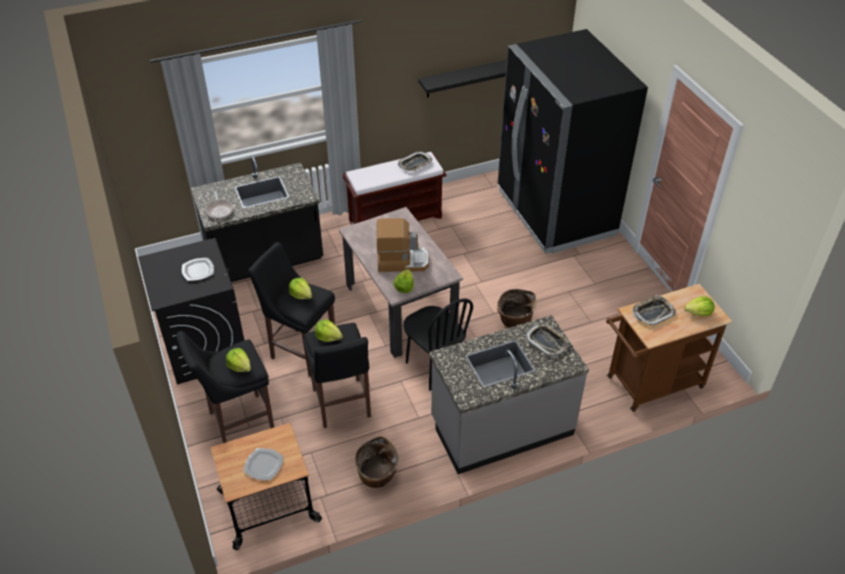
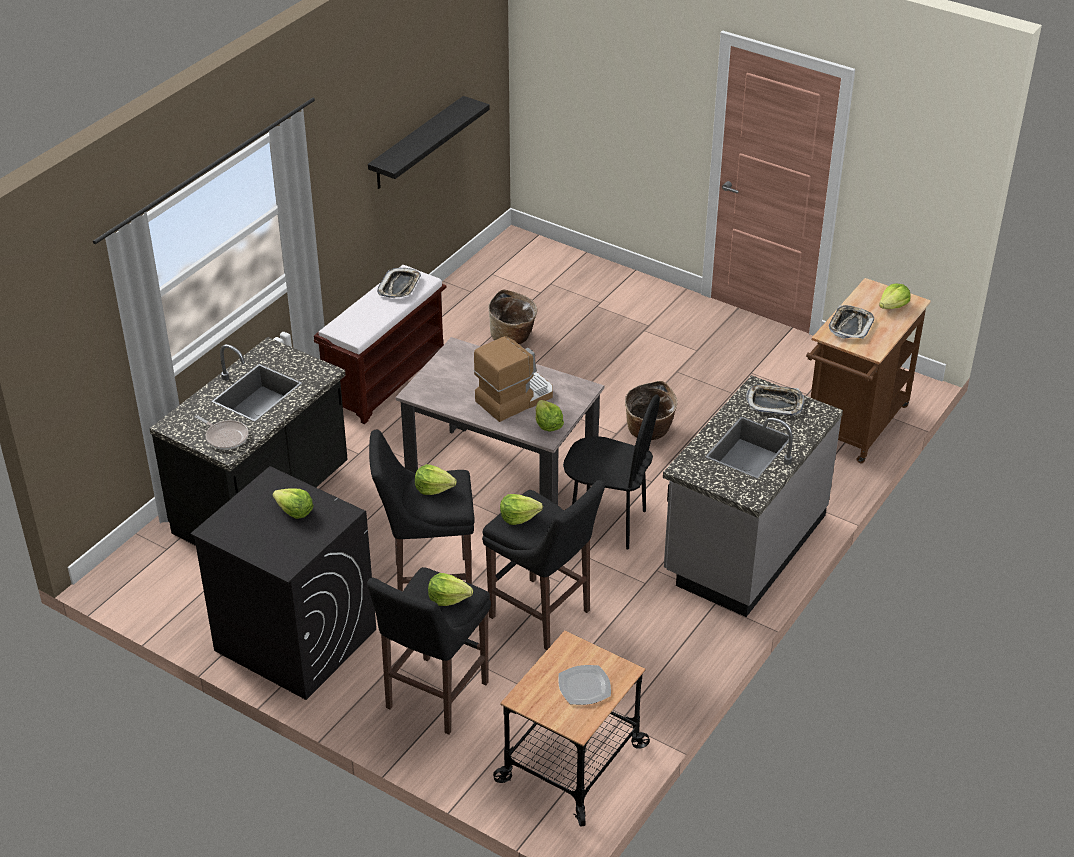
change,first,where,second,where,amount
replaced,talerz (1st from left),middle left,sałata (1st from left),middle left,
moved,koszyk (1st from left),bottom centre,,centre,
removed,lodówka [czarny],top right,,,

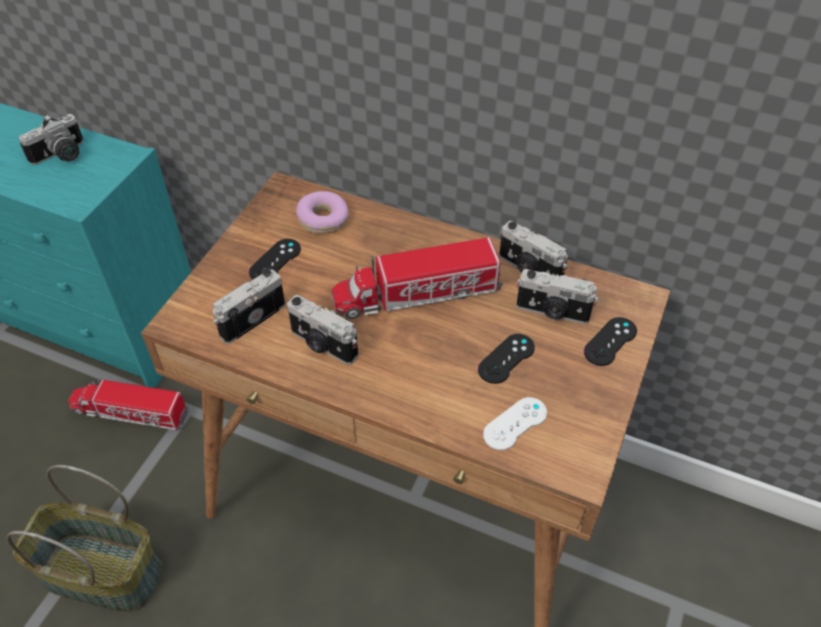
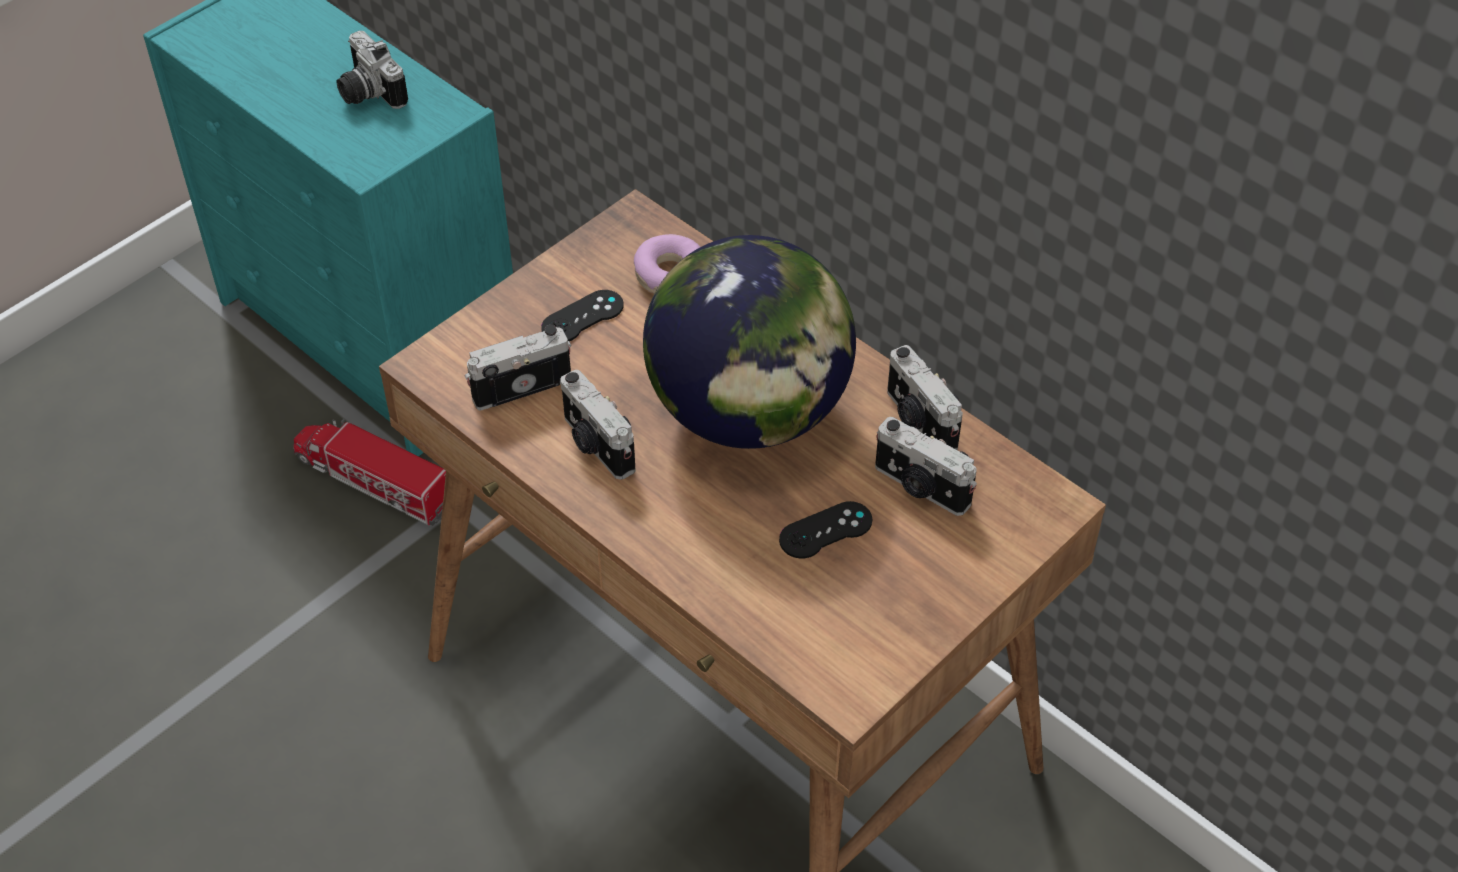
change,first,where,second,where,amount
removed,koszyk,bottom left,,,
turned,aparat fotograficzny (1st from left),top left,,top left,75 degrees clockwise
replaced,ciężarówka zabawkowa (2nd from left),centre,globus,centre,
removed,pad do gier [biały],bottom centre,,,
removed,pad do gier [czarny] (3rd from left),middle right,,,

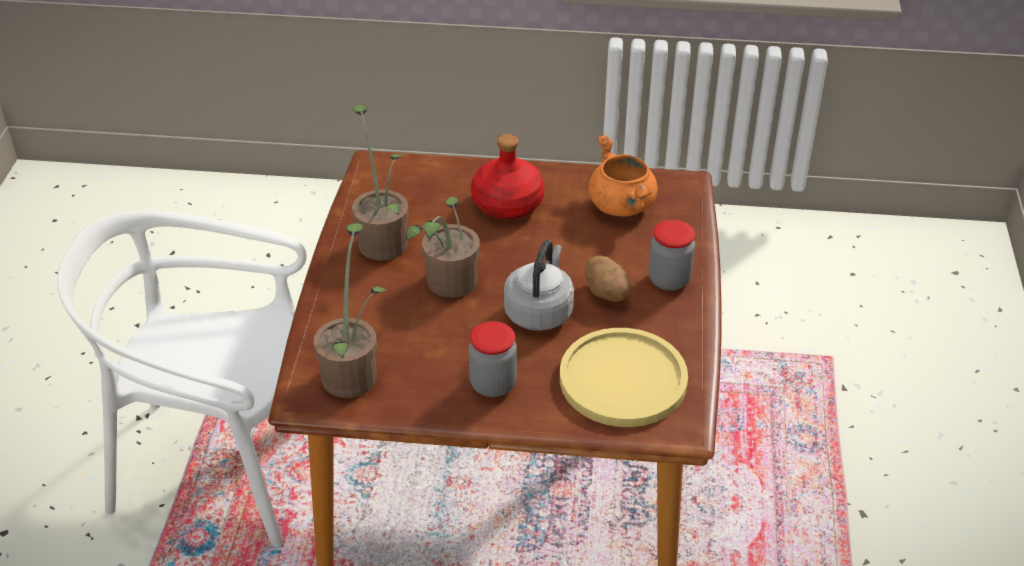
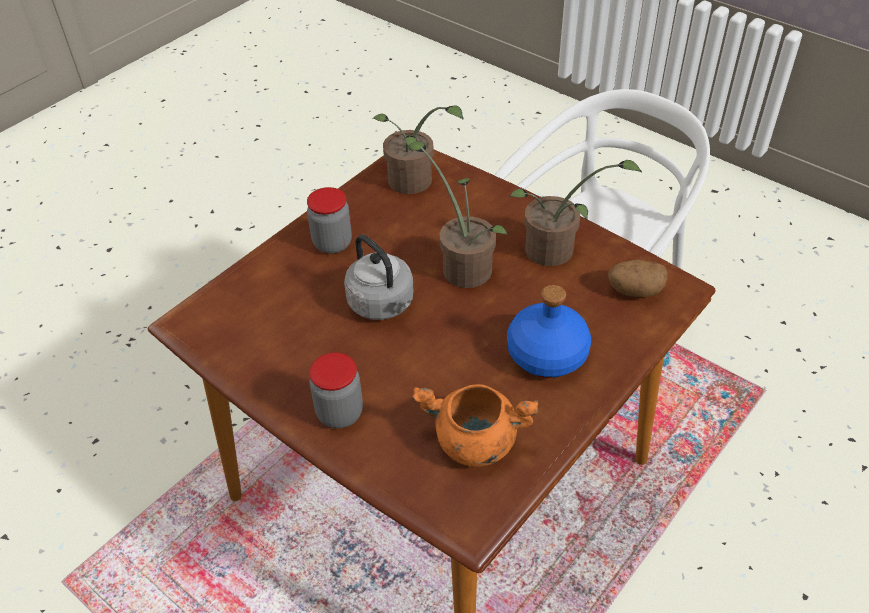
change,first,where,second,where,amount
recoloured,butelka [czerwony],top centre,butelka [niebieski],centre,
removed,talerz [żółty],centre,,,
moved,ziemniak,centre,,middle right,

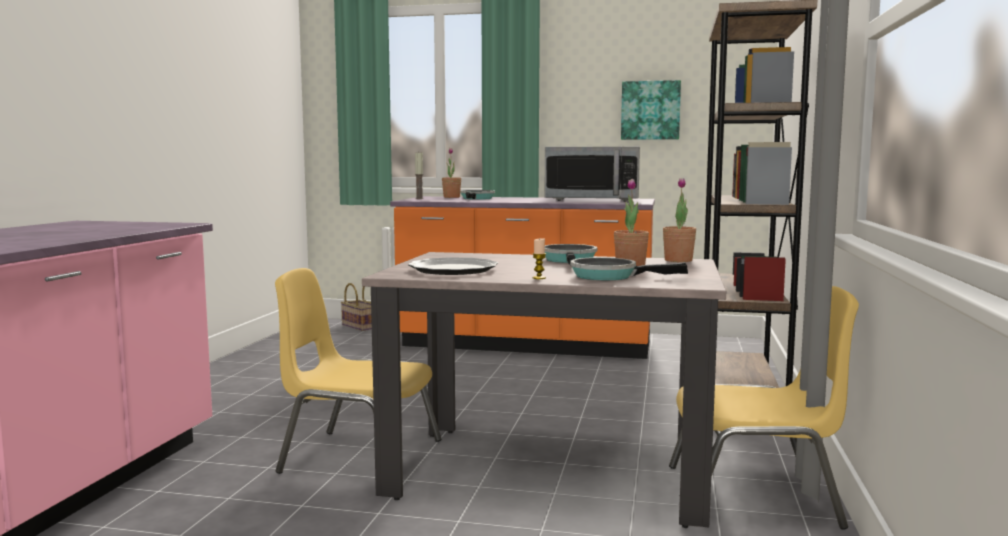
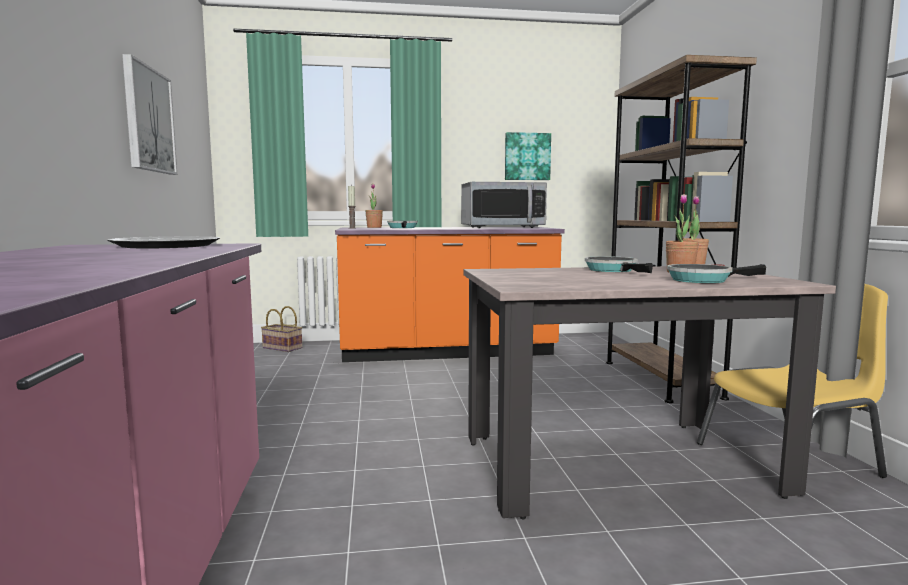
change,first,where,second,where,amount
removed,krzesło [żółty] (1st from left),bottom centre,,,
moved,talerz,centre,,middle left,
removed,świeca (2nd from left),centre,,,
added,,,obraz (1st from left),top left,

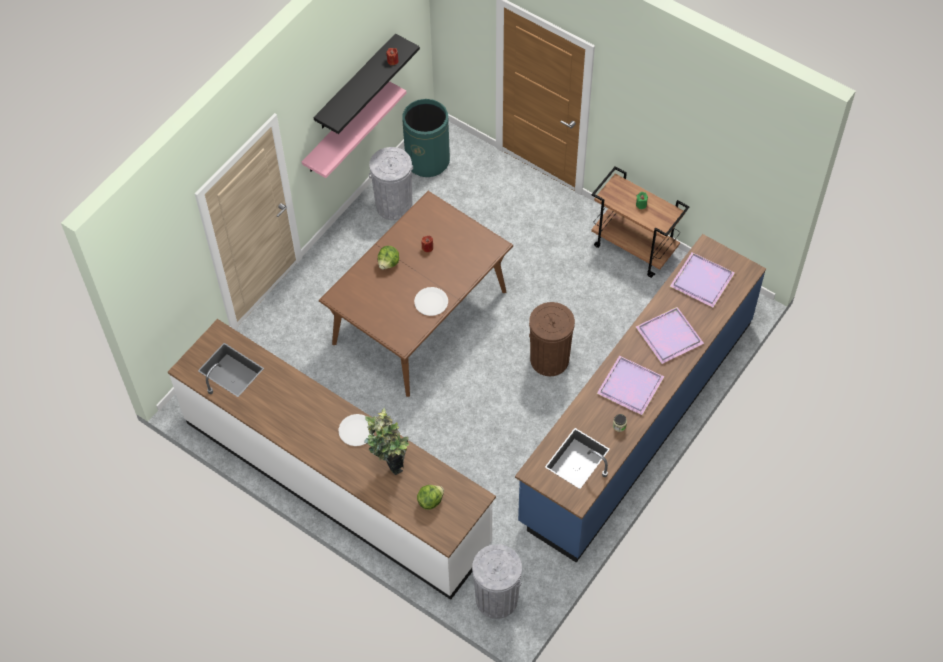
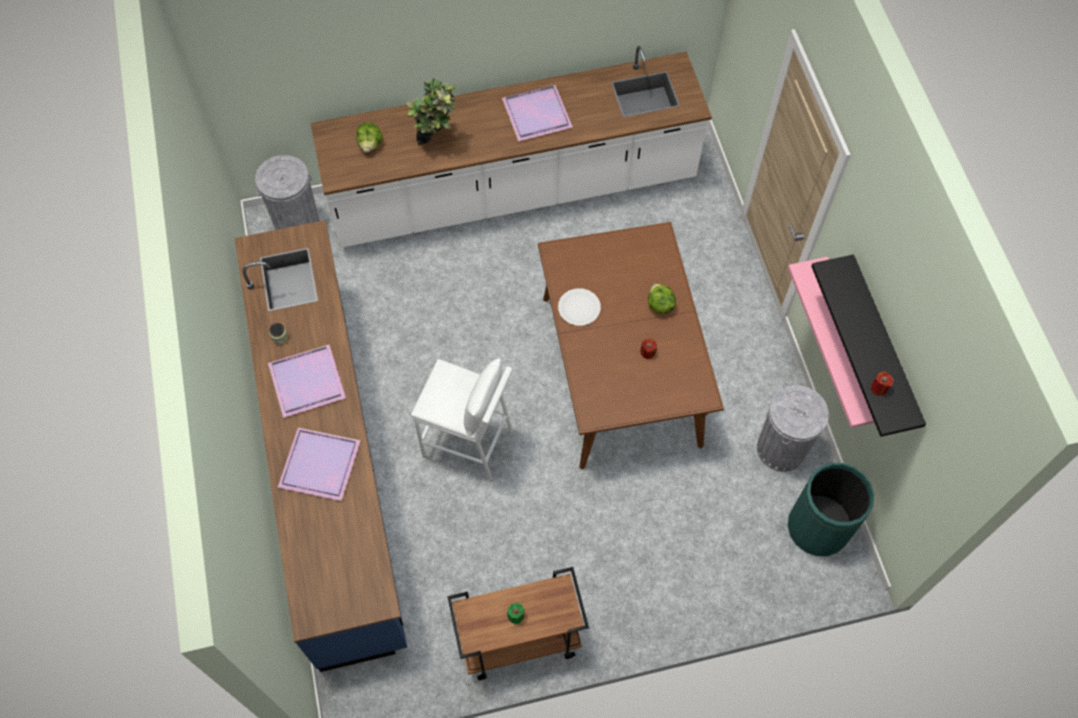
change,first,where,second,where,amount
removed,talerz [biały] (1st from left),centre,,,
replaced,kosz na śmieci [brązowy],centre,stołek [biały],centre,
moved,taca [fioletowy] (3rd from left),middle right,,top centre,

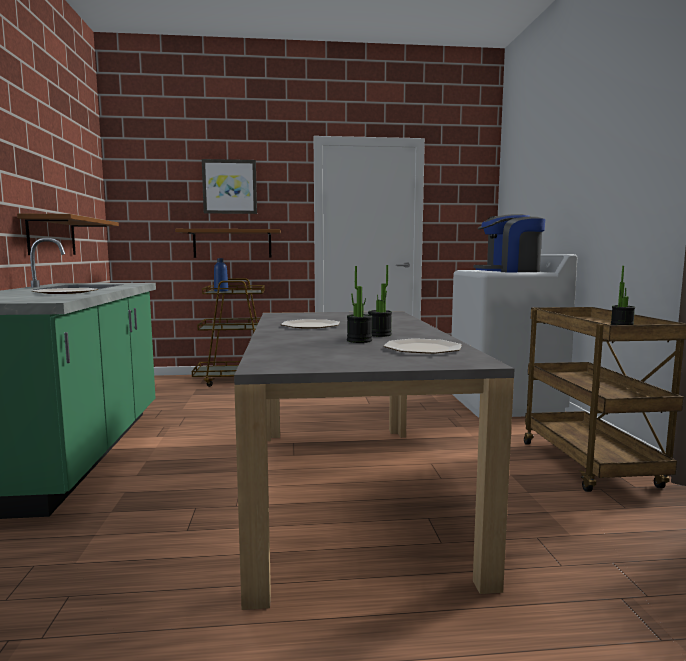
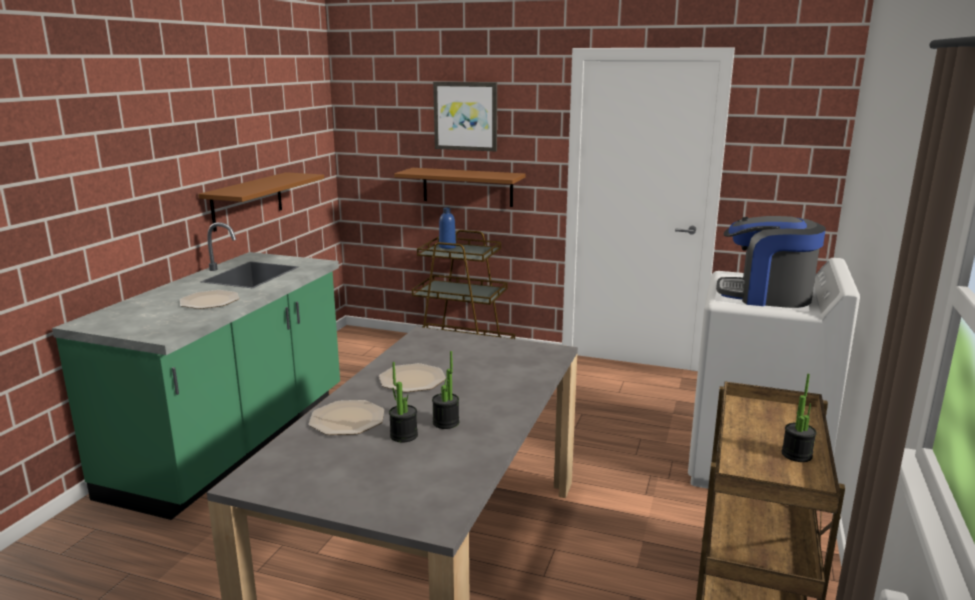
change,first,where,second,where,amount
moved,talerz (3rd from left in the first image),centre,talerz (2nd from left),bottom centre,

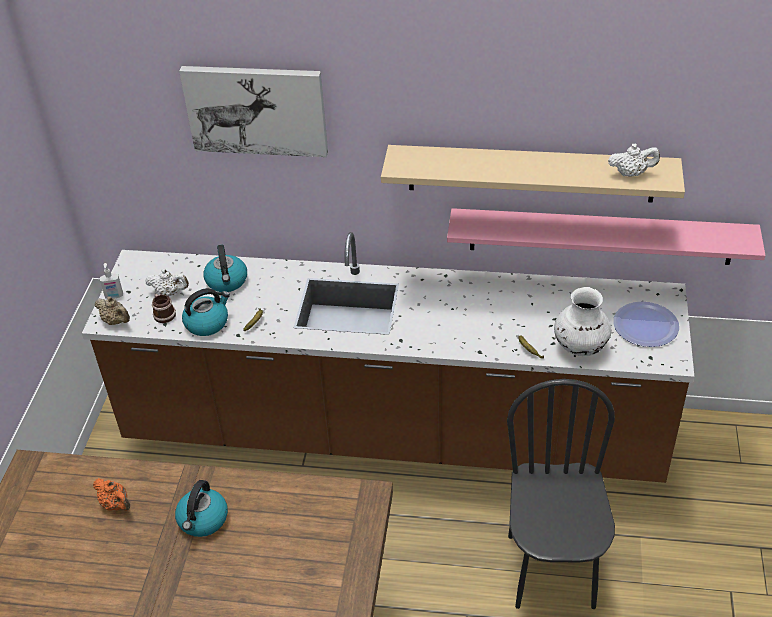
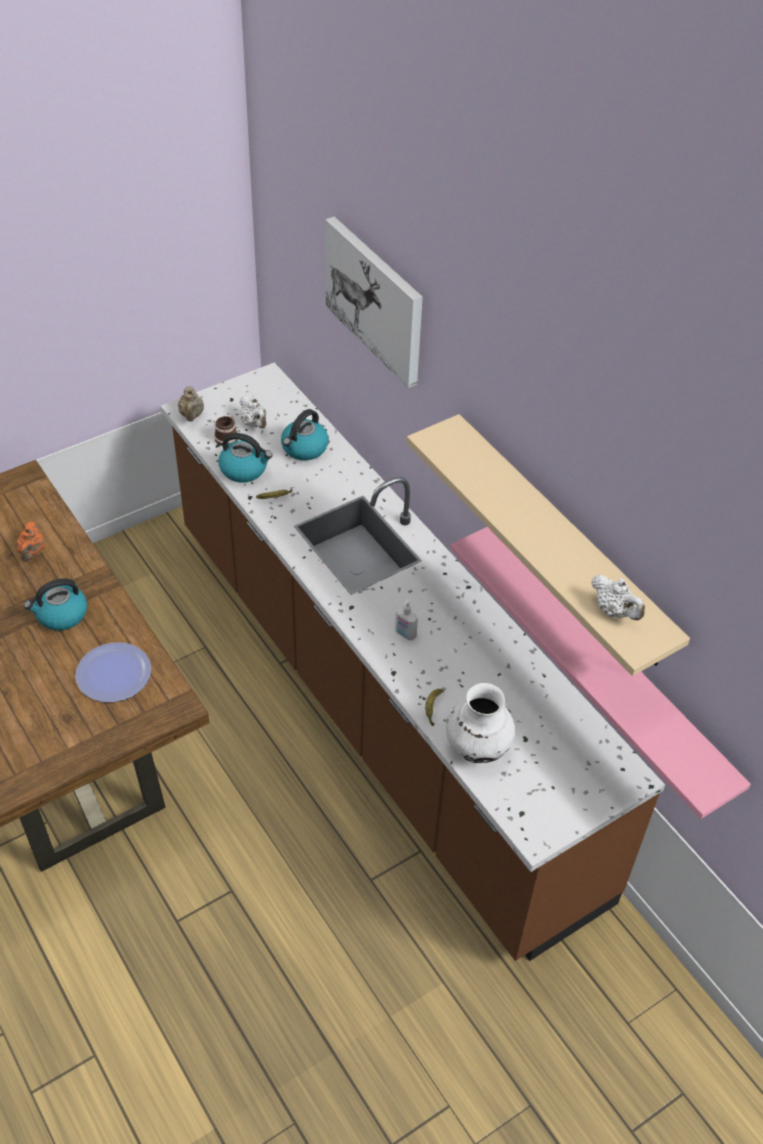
change,first,where,second,where,amount
moved,dozownik mydła,middle left,,centre,
removed,krzesło [czarny],bottom right,,,
moved,talerz,middle right,,middle left,

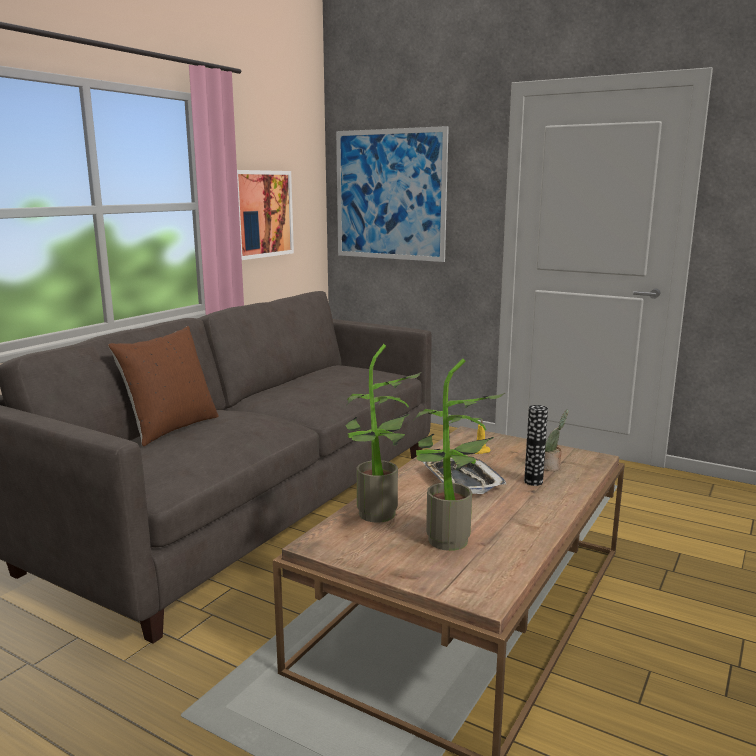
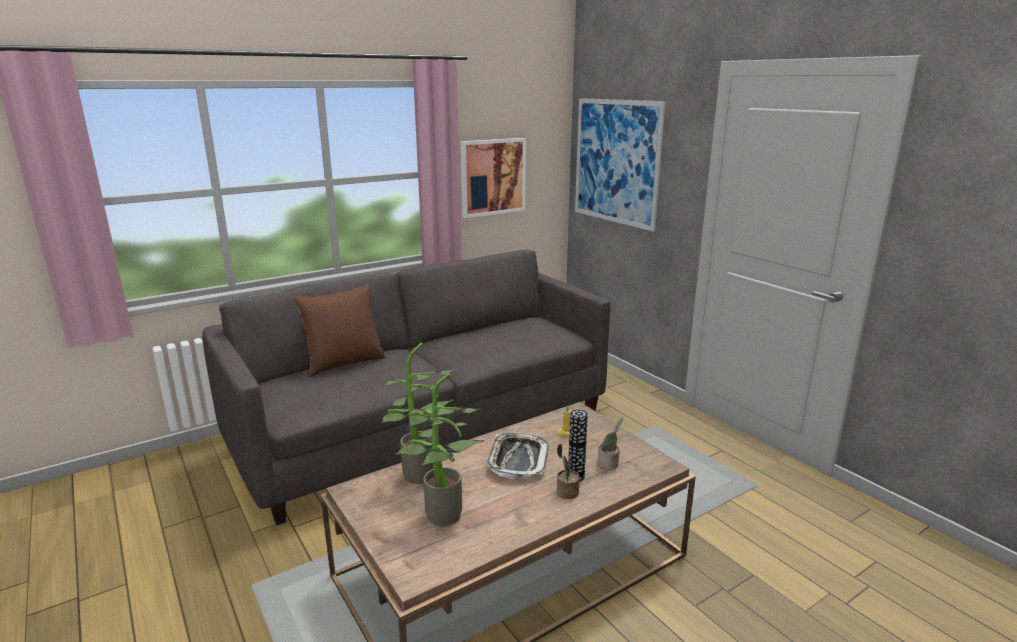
change,first,where,second,where,amount
added,,,roślina doniczkowa (3rd from left),bottom centre,

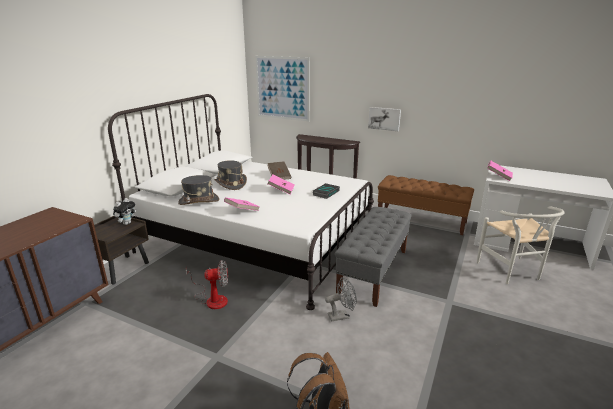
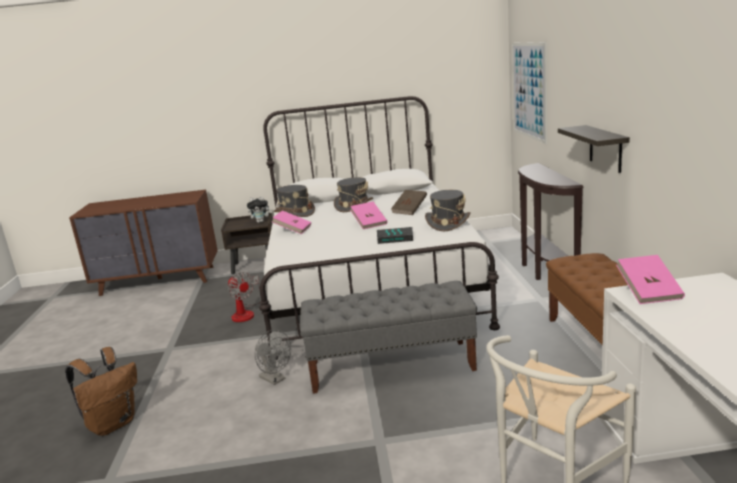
change,first,where,second,where,amount
replaced,obraz (2nd from left),top centre,półka,top right,
added,,,kapelusz [szary] (3rd from left),centre,

